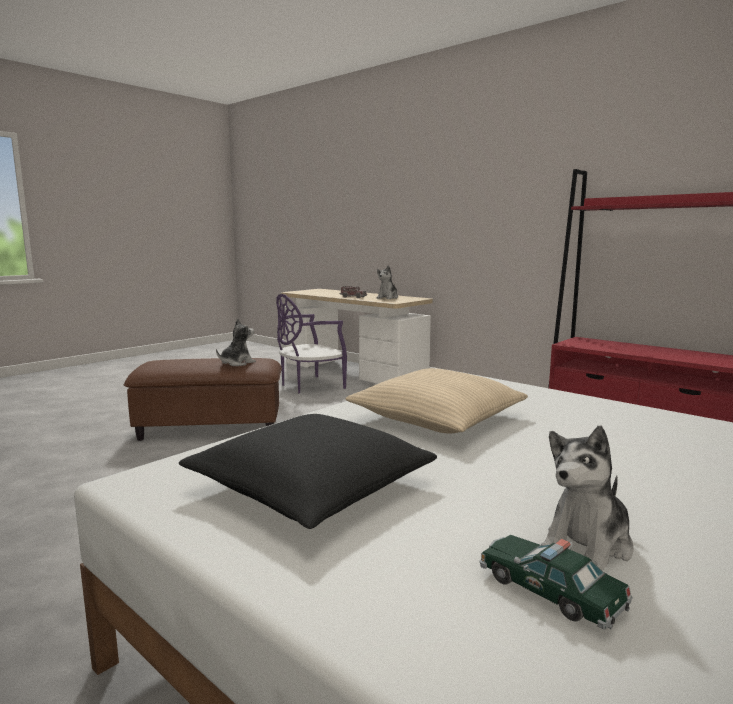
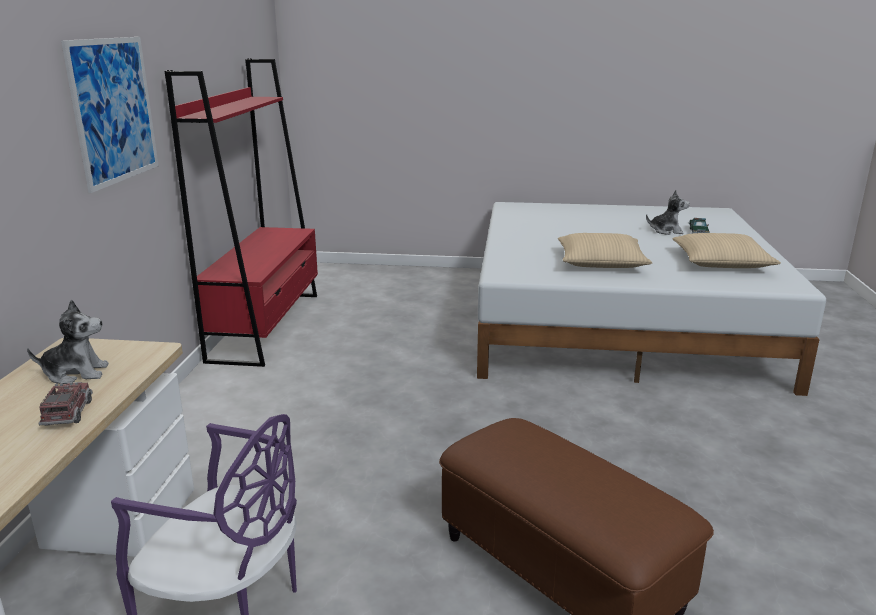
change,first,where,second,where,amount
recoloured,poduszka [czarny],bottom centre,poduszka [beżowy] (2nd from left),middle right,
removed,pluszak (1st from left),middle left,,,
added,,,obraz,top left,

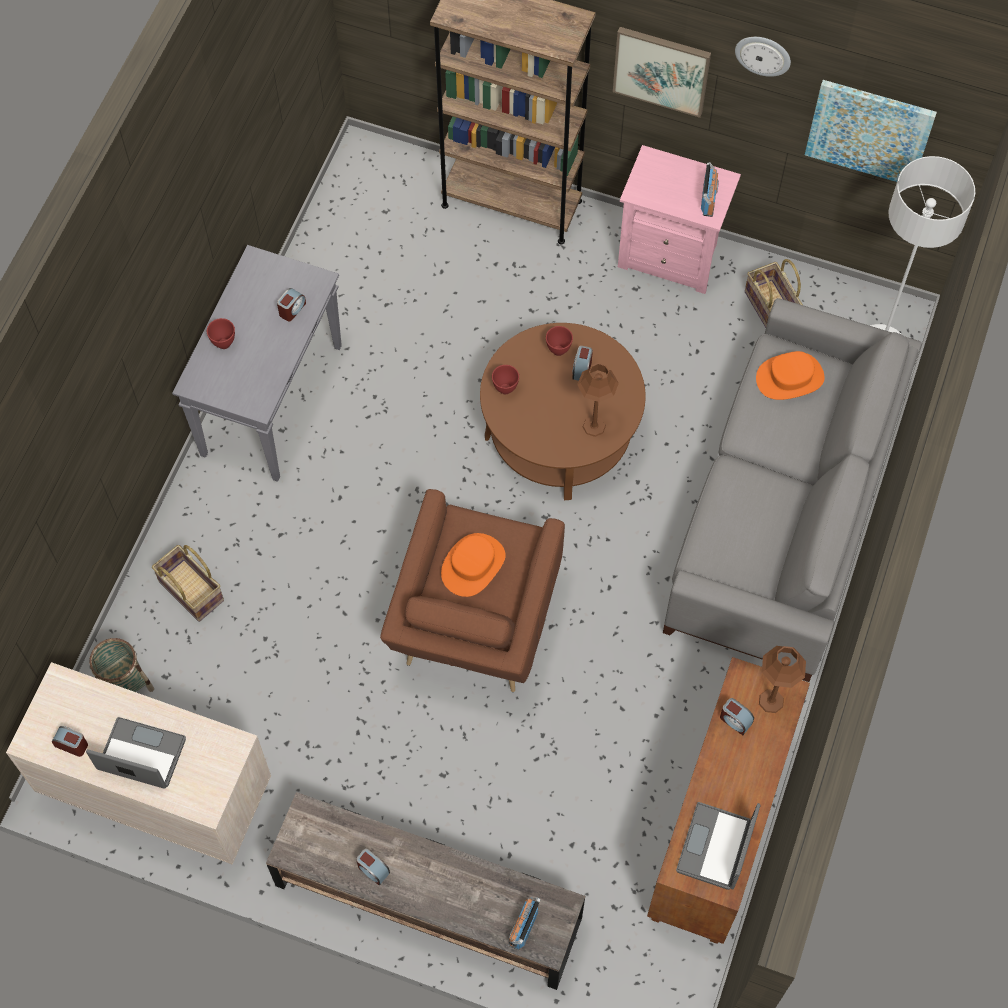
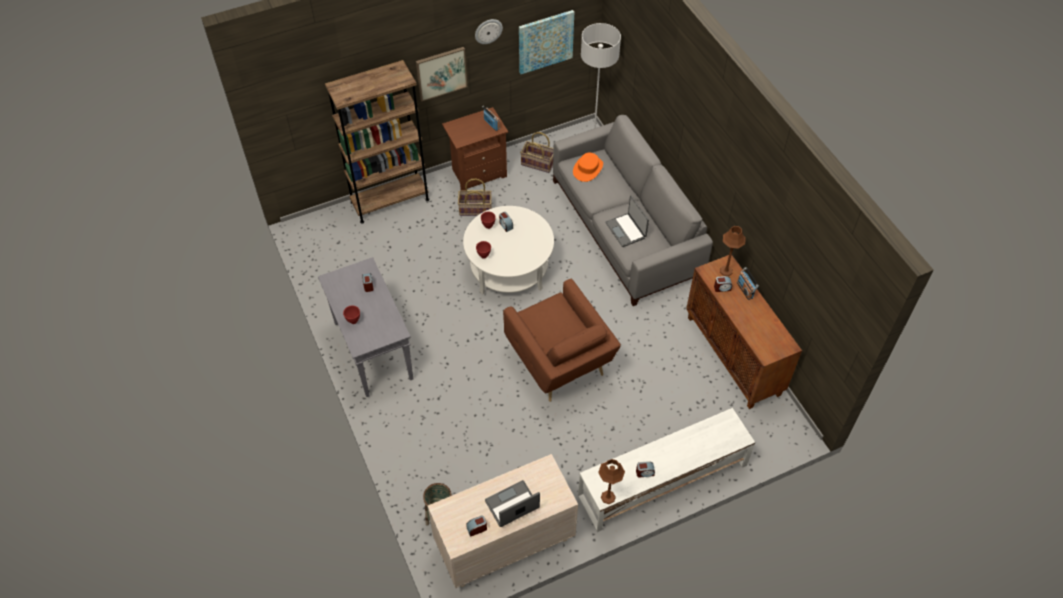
change,first,where,second,where,amount
moved,koszyk (2nd from left),middle left,,top centre,
recoloured,szafka pod telewizor [brązowy],bottom centre,szafka pod telewizor [biały],bottom centre,
removed,kapelusz [pomarańczowy] (1st from left),centre,,,
recoloured,ława [brązowy],centre,ława [biały],centre,
moved,radio (1st from left in the first image),bottom centre,radio (2nd from left),middle right,
moved,lampa stołowa [brązowy] (1st from left),centre,,bottom centre,
recoloured,szafka nocna [różowy],top right,szafka nocna [brązowy],top centre,
moved,laptop (2nd from left),bottom right,,centre,

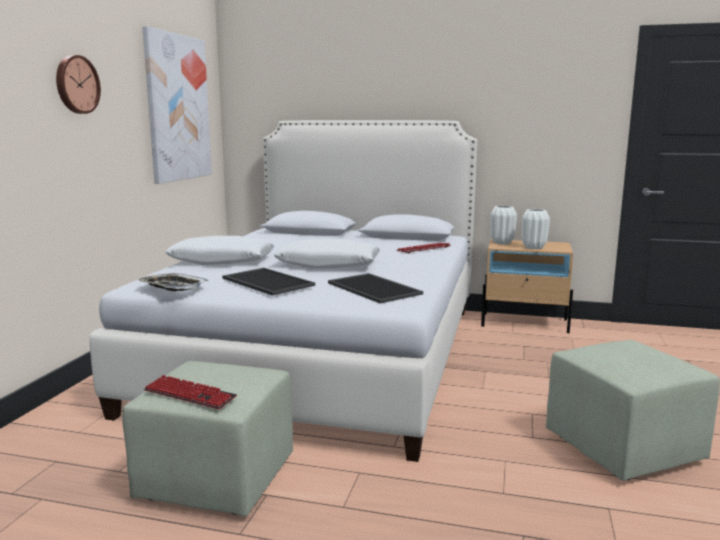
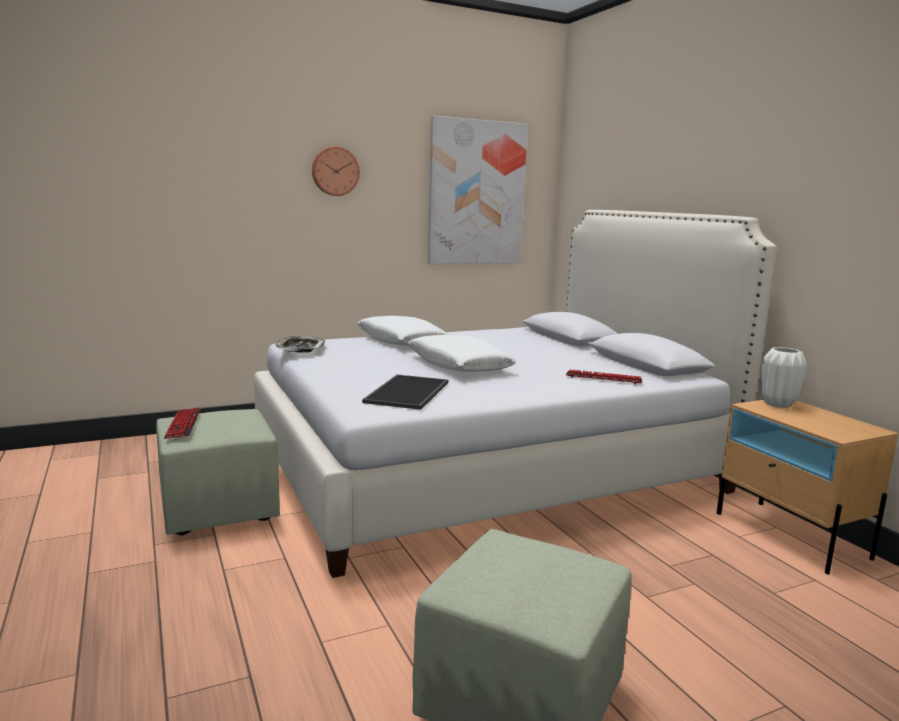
change,first,where,second,where,amount
removed,taca (2nd from left),centre,,,
removed,wazon [biały] (2nd from left),middle right,,,

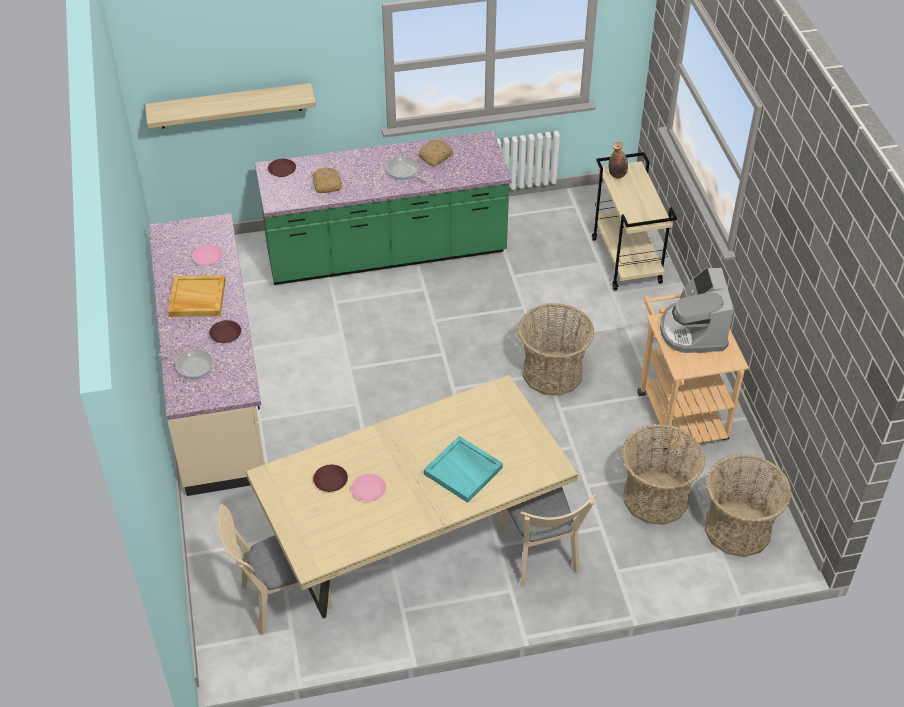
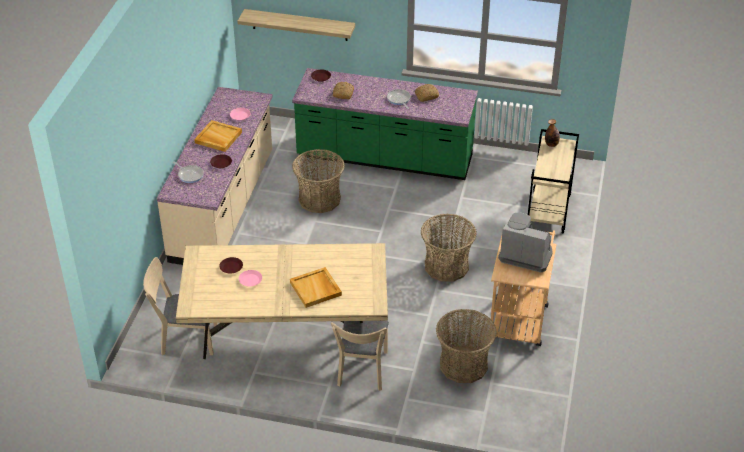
change,first,where,second,where,amount
recoloured,taca [turkusowy],centre,taca [beżowy] (2nd from left),centre,
turned,ekspres do kawy,middle right,,middle right,90 degrees clockwise
moved,koszyk (3rd from left in the first image),bottom right,koszyk (1st from left),centre,

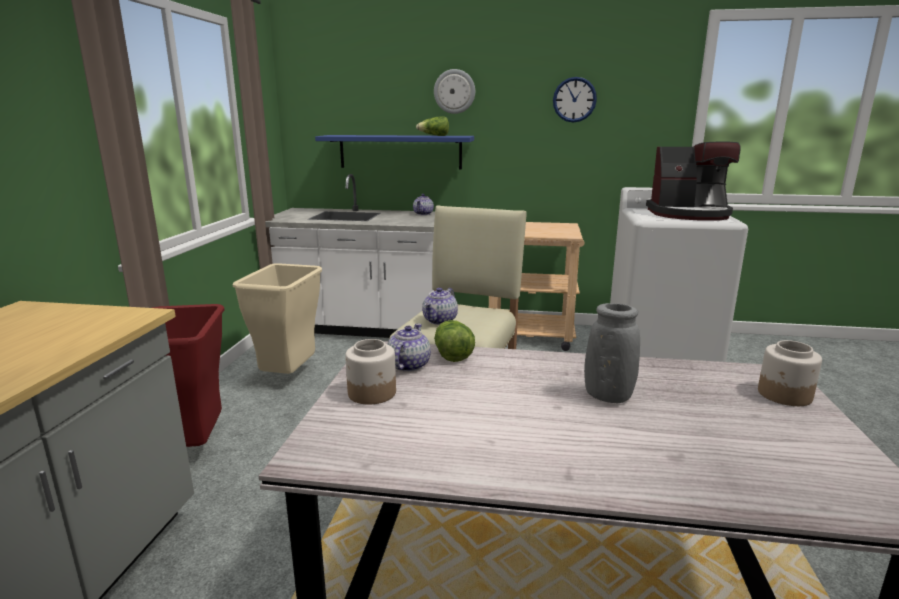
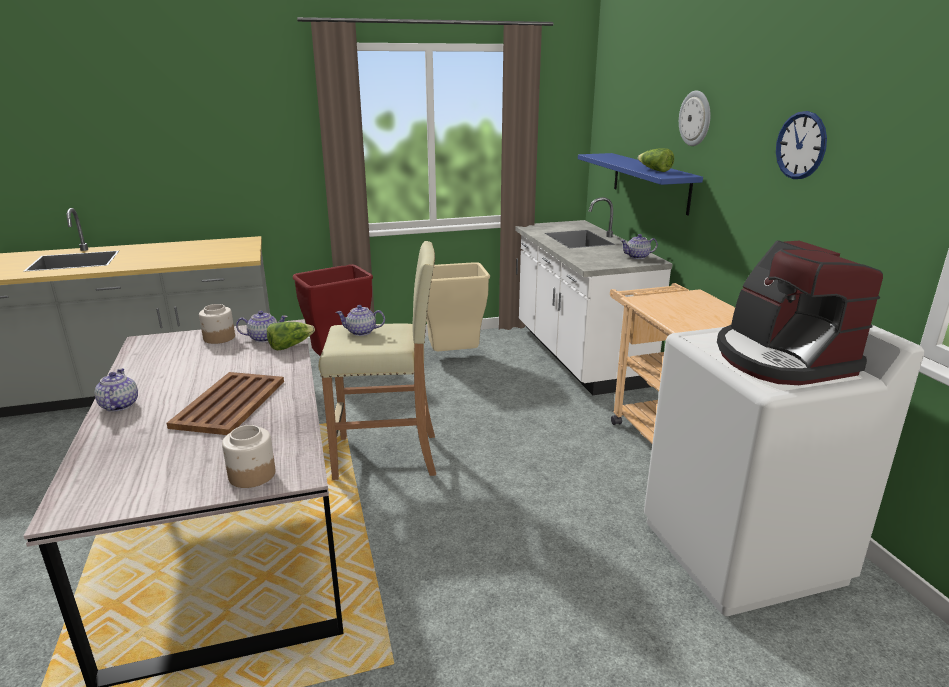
change,first,where,second,where,amount
replaced,wazon [szary],middle right,taca [brązowy],middle left,
added,,,imbryk (1st from left),middle left,

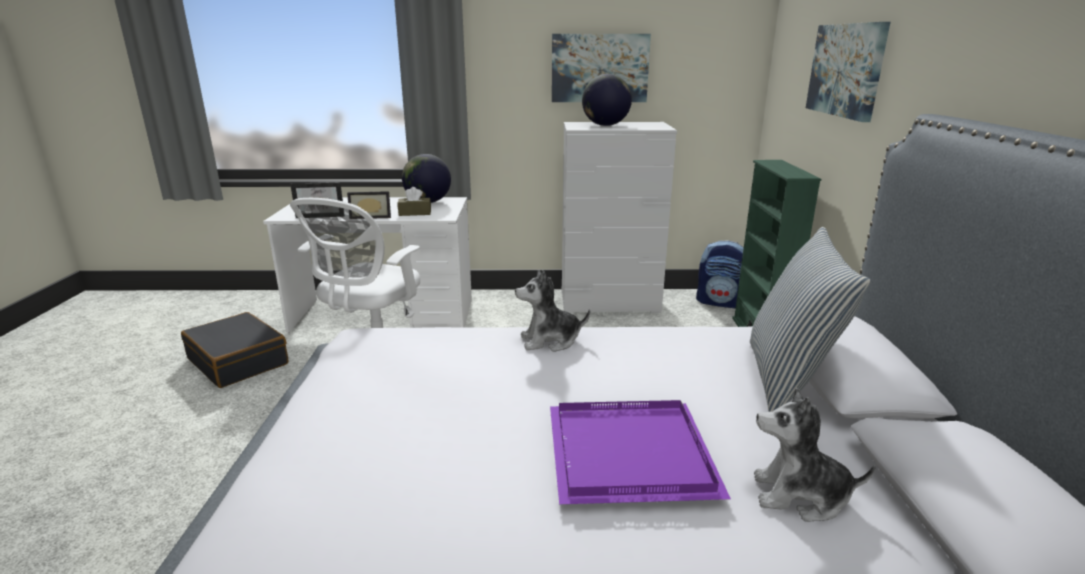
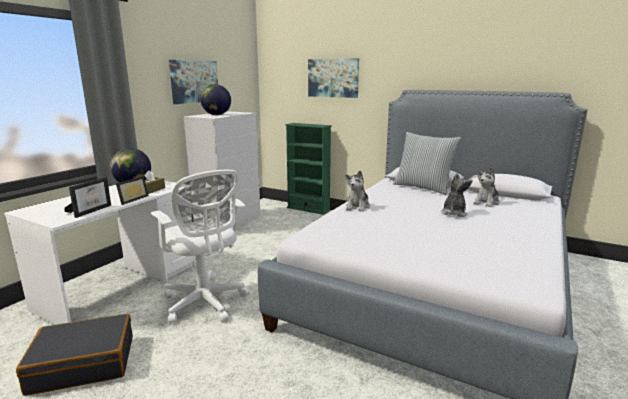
change,first,where,second,where,amount
replaced,taca [fioletowy],bottom centre,pluszak (2nd from left),middle right,
removed,plecak,centre,,,

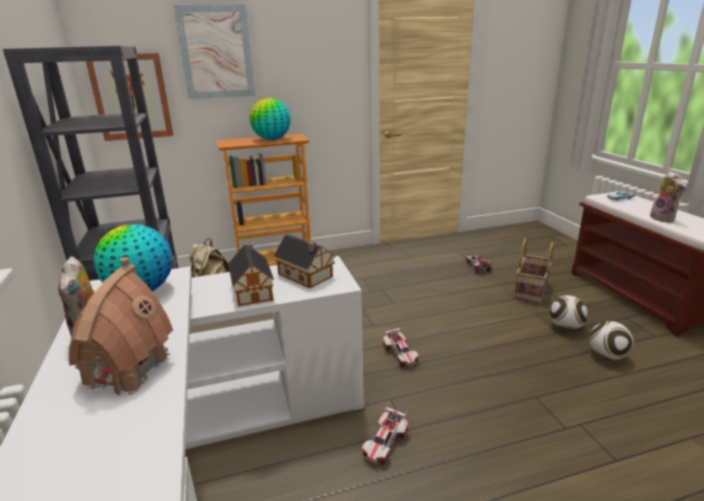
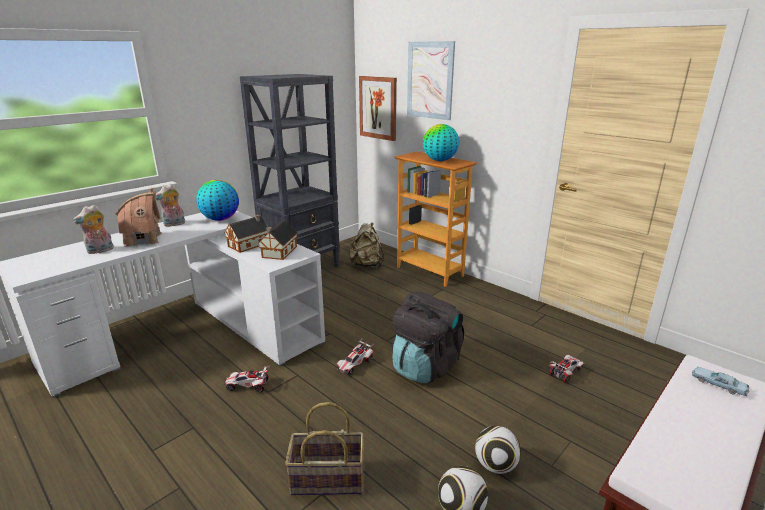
change,first,where,second,where,amount
moved,koszyk,middle right,,bottom centre,
moved,pluszak (2nd from left in the first image),middle right,pluszak (1st from left),middle left,
added,,,plecak [czarny],centre,

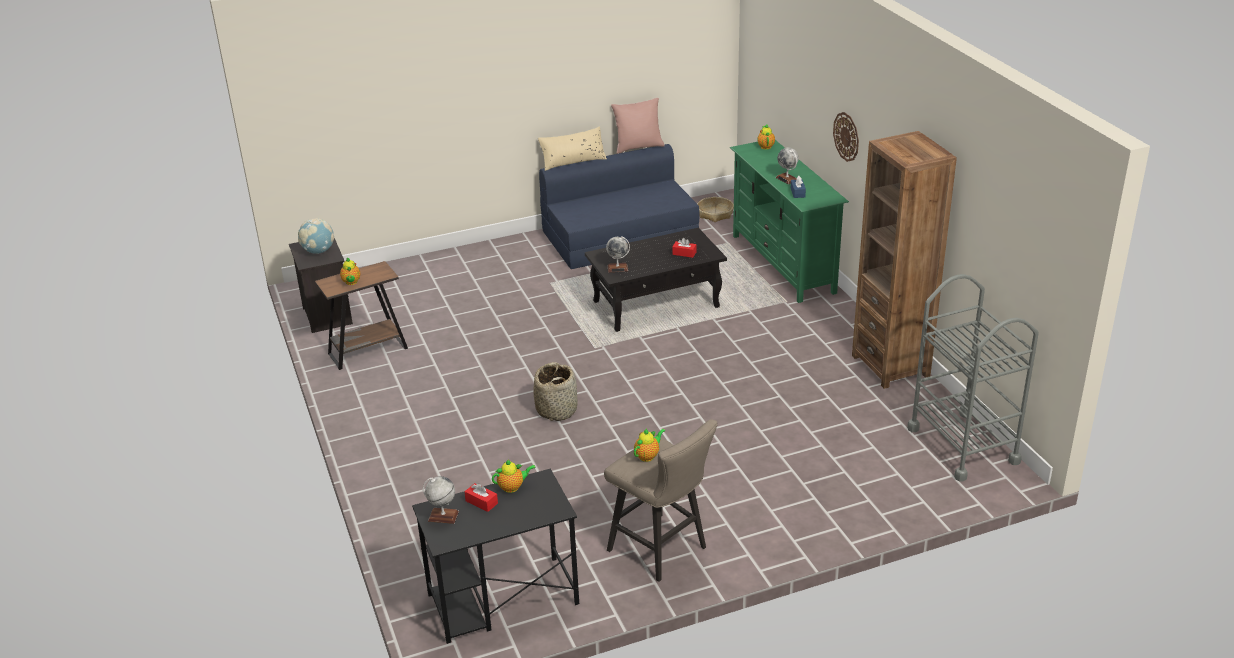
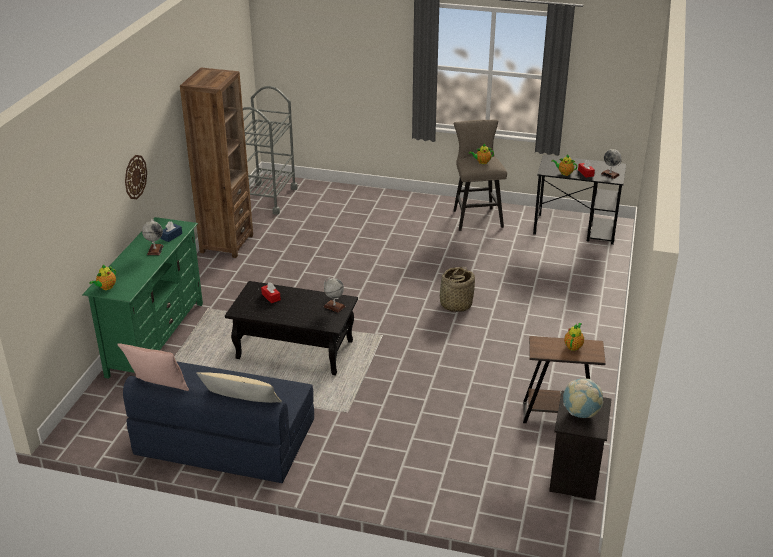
change,first,where,second,where,amount
removed,koszyk (2nd from left),top centre,,,

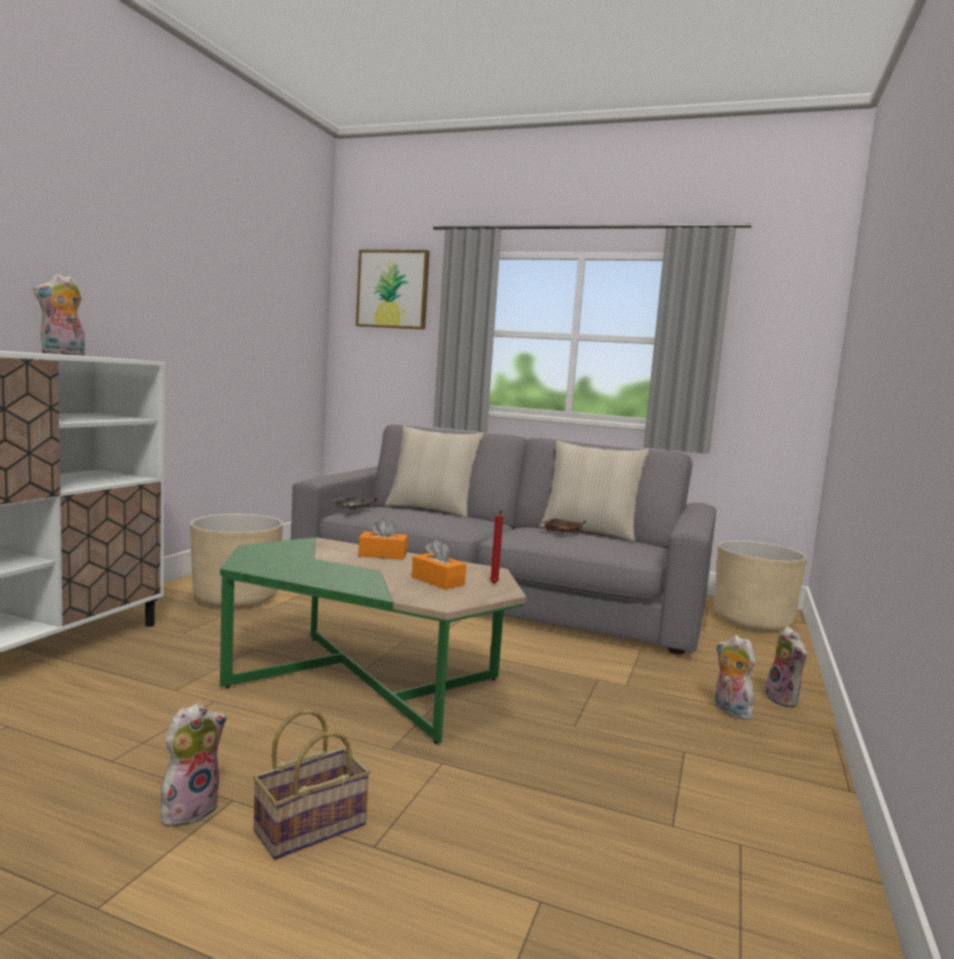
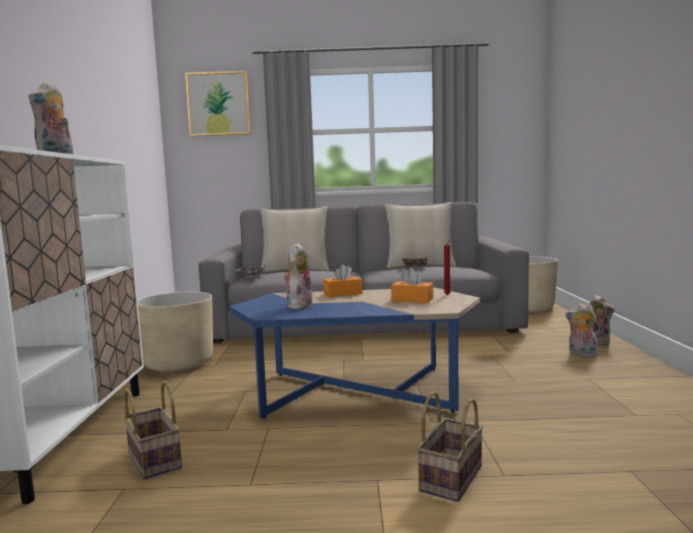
change,first,where,second,where,amount
moved,pluszak (2nd from left),bottom left,,centre,
recoloured,ława [zielony],bottom centre,ława [niebieski],centre,
added,,,koszyk (1st from left),bottom left,

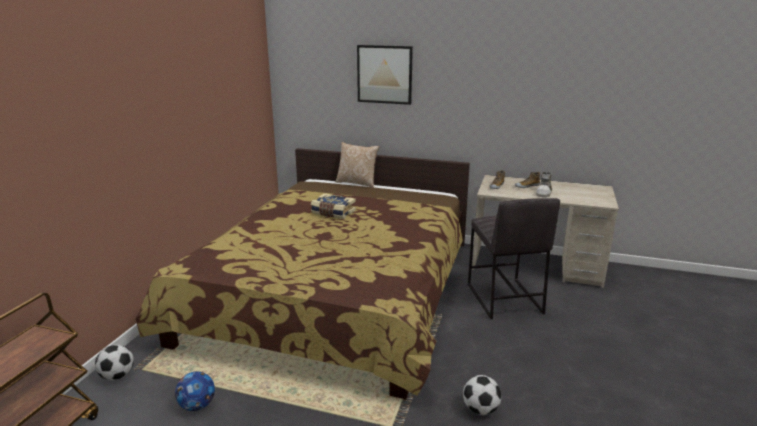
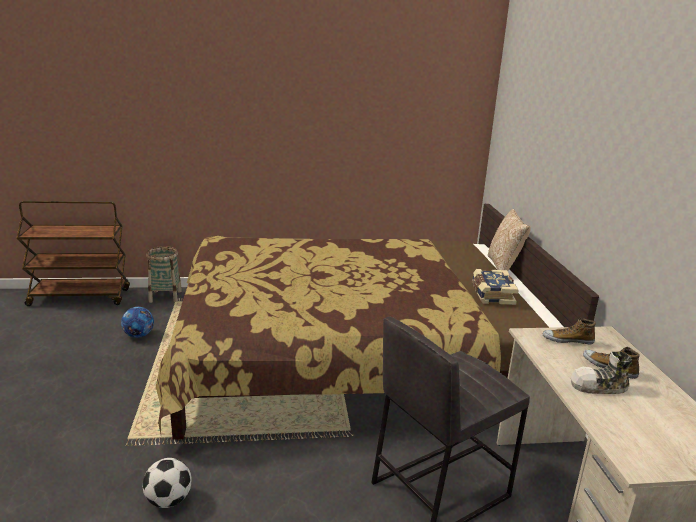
change,first,where,second,where,amount
replaced,piłka futbolowa (1st from left),bottom left,koszyk,middle left,
moved,książka,centre,,middle right,
removed,obraz,top centre,,,

